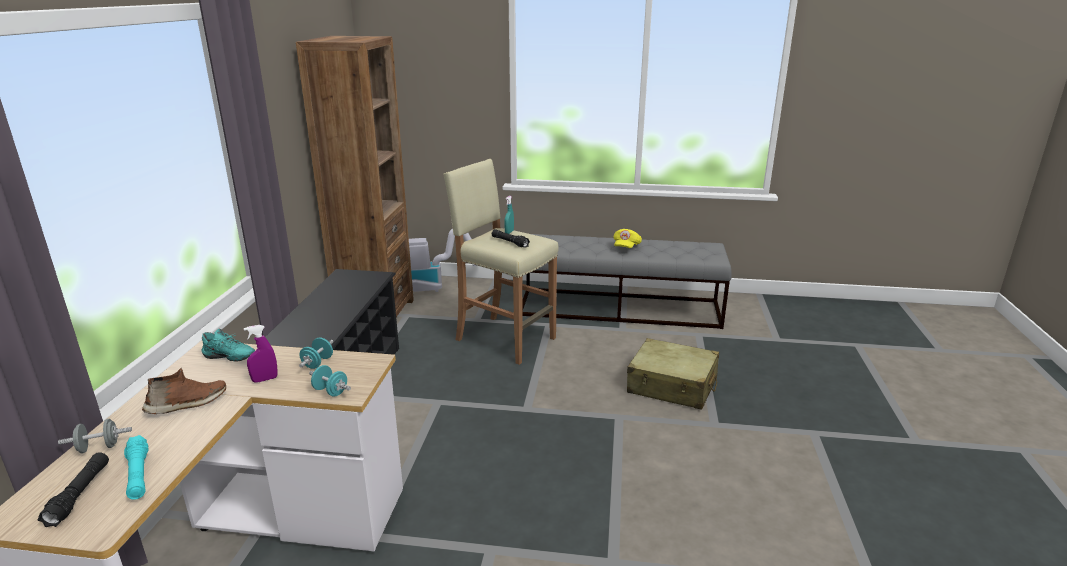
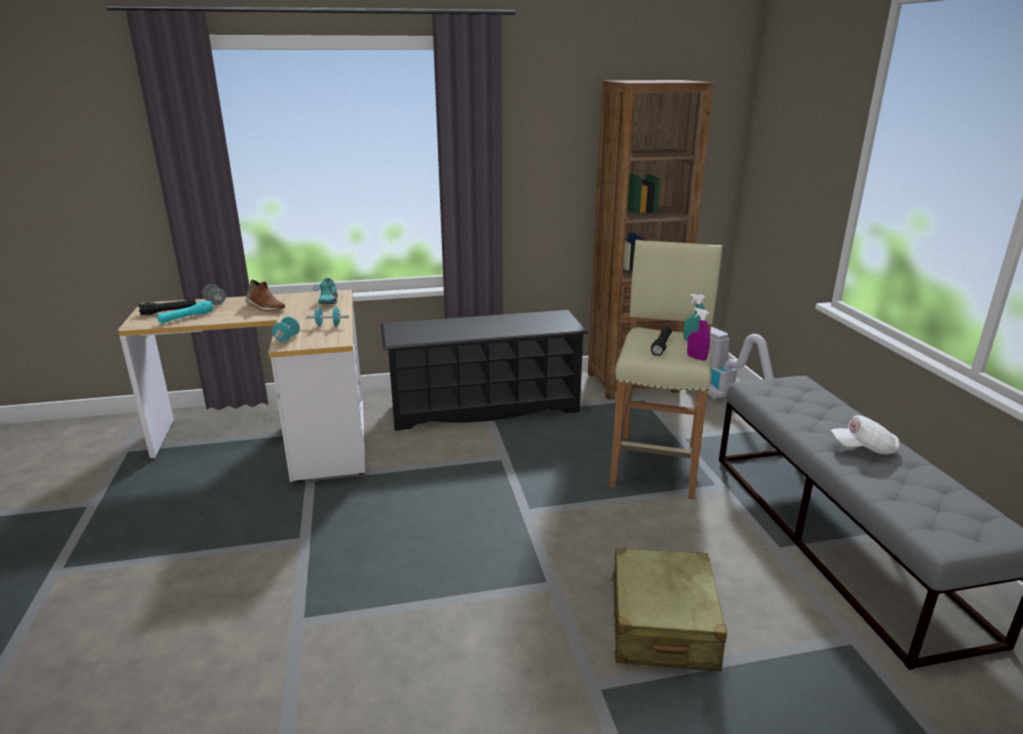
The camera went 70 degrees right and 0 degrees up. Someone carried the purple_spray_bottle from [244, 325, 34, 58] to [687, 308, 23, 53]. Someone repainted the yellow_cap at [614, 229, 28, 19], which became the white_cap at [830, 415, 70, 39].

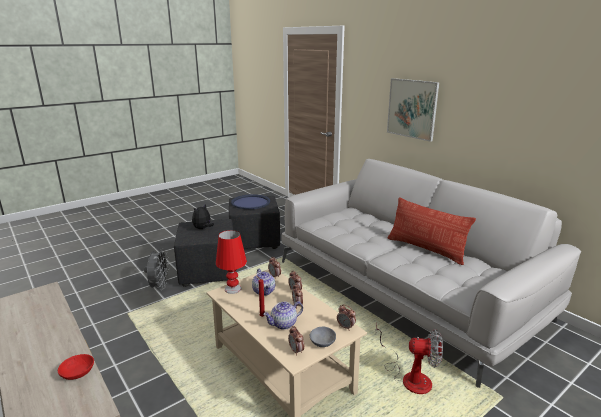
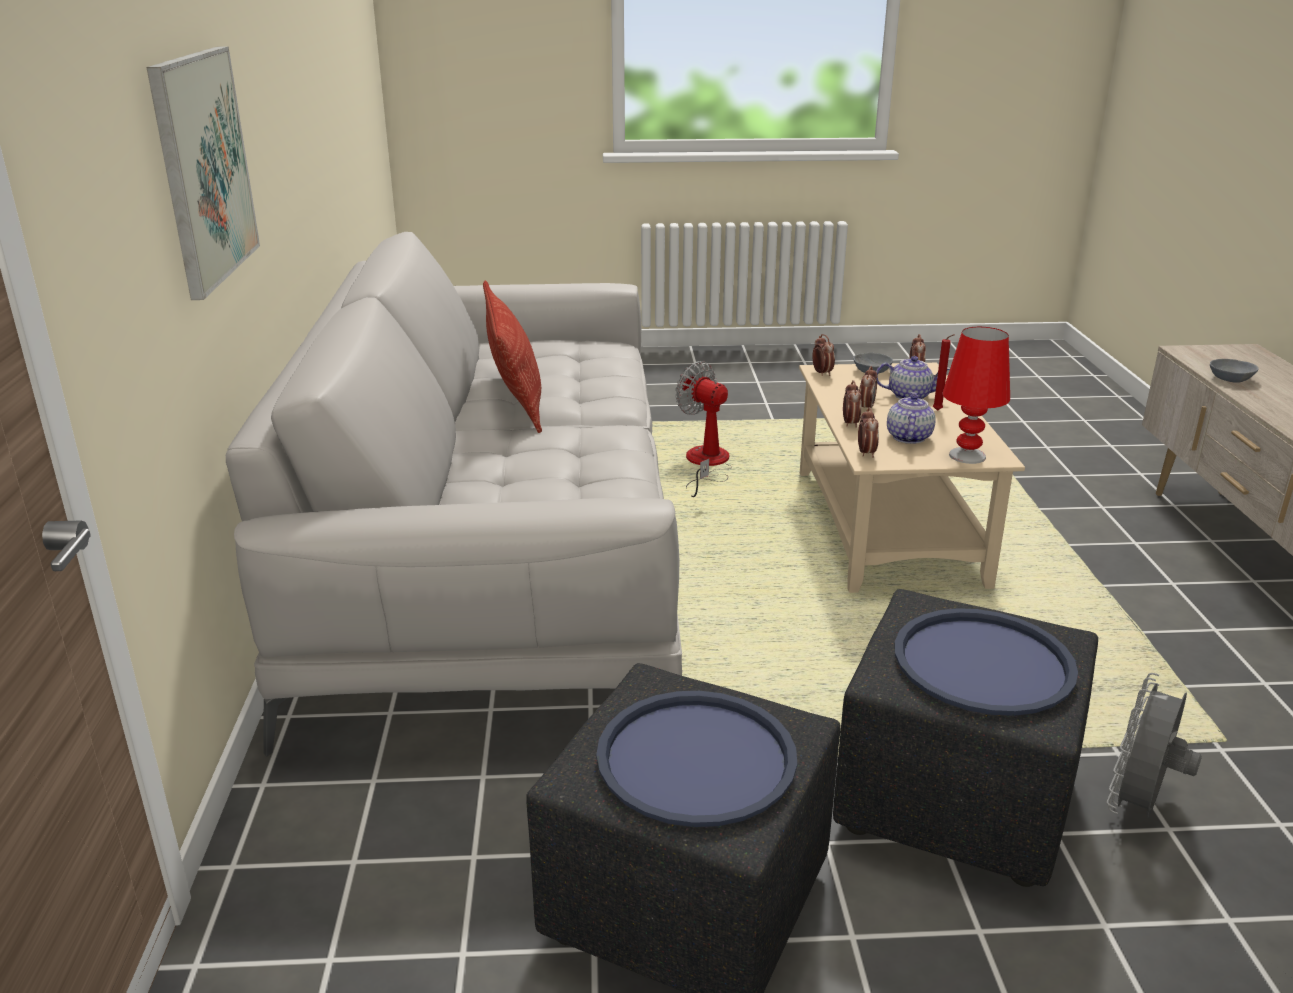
The camera went 145 degrees left and 5 degrees up. Someone repainted the red_bowl at [58, 354, 36, 26], which became the grey_bowl at [1210, 359, 49, 24]. Someone swapped the plush_toy at [192, 203, 22, 26] for the blue_tray at [895, 608, 183, 108].

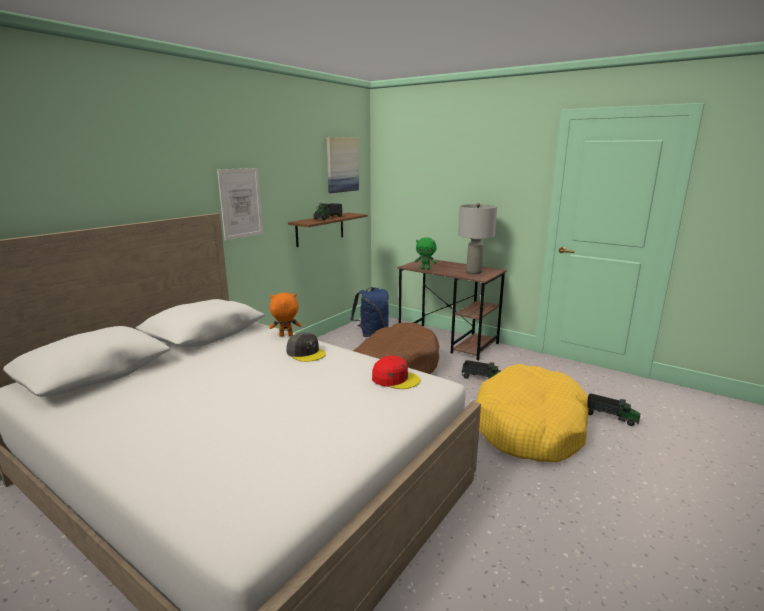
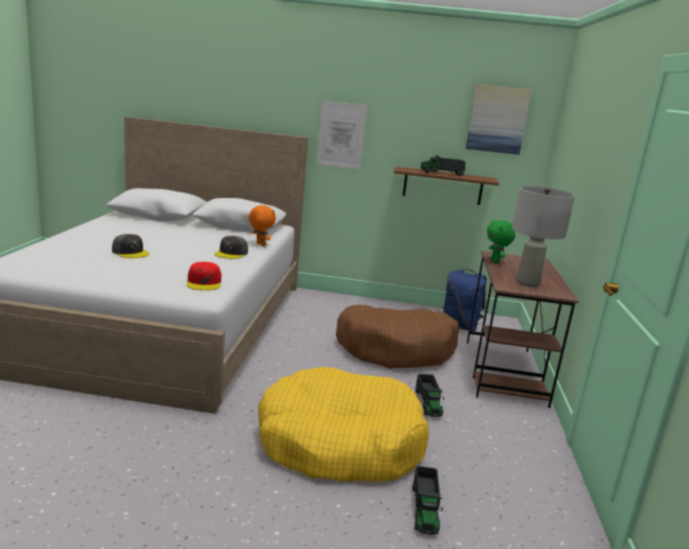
The camera went 60 degrees right and 0 degrees up. Someone put down the grey_cap at [112, 234, 37, 24].

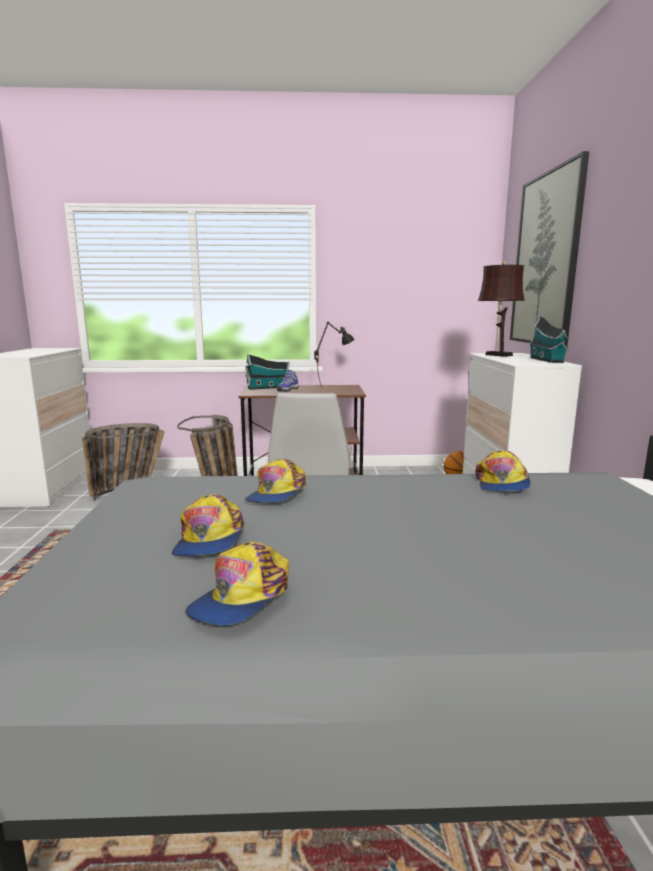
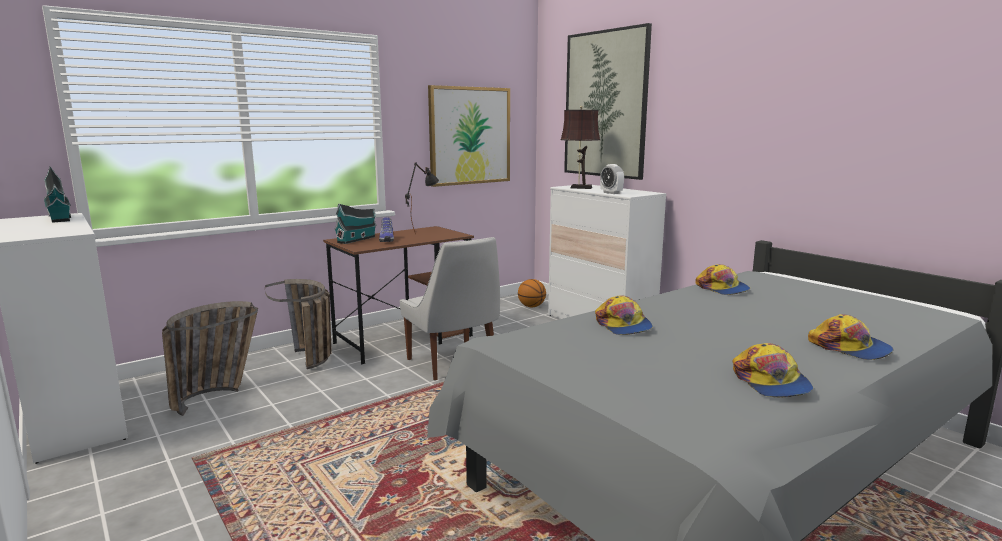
The camera went 35 degrees left and 0 degrees up. Someone carried the cap from [172, 494, 73, 63] to [808, 314, 85, 46]. Someone carried the toy_house from [529, 315, 40, 48] to [44, 166, 27, 57]. Someone put up the picture at [428, 85, 82, 102]. Someone put down the alarm_clock at [600, 164, 24, 30].

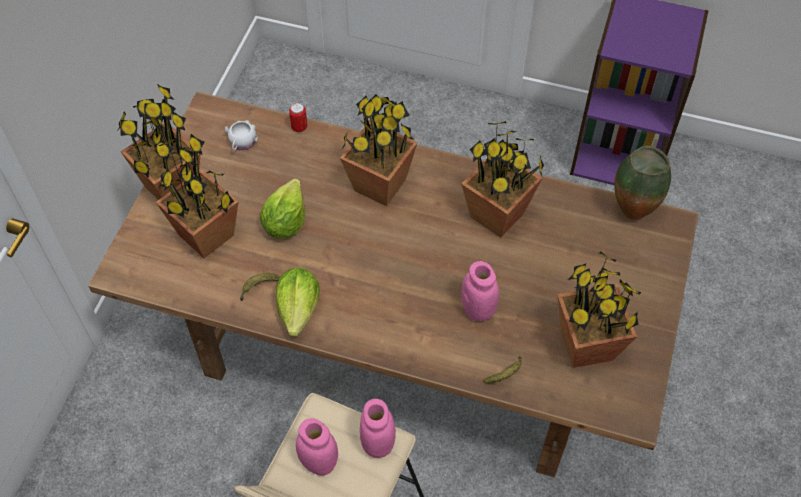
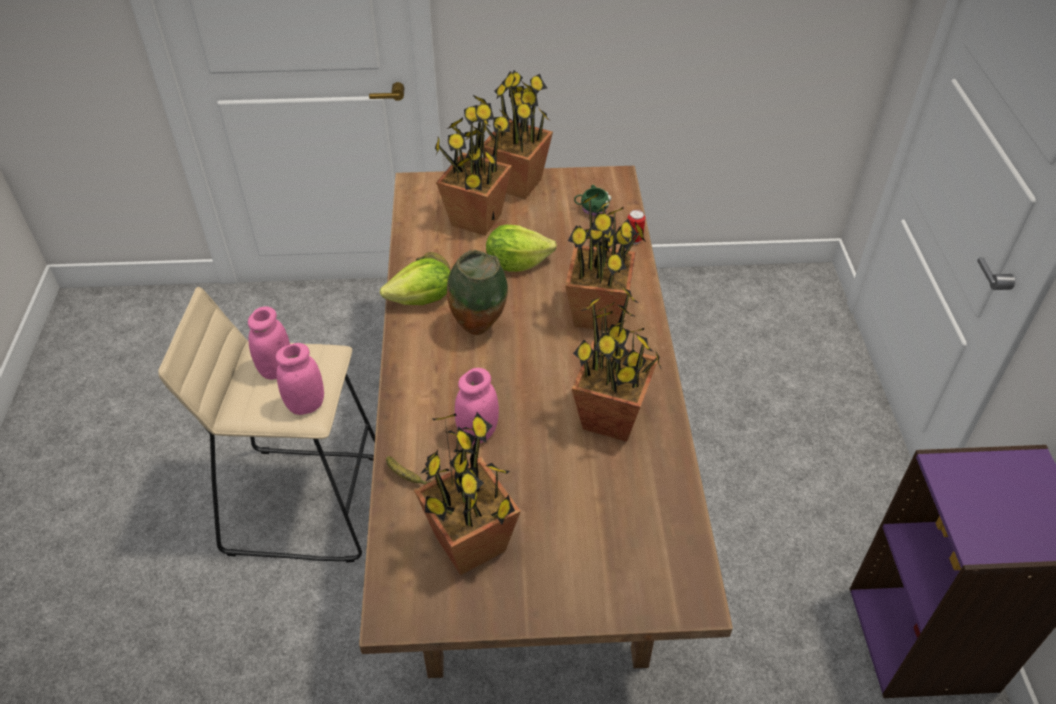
The camera went 70 degrees right and 10 degrees down. Someone repainted the white_mug at [225, 120, 33, 30], which became the green_mug at [574, 185, 38, 31]. Someone carried the vase from [614, 146, 57, 73] to [447, 250, 61, 85].

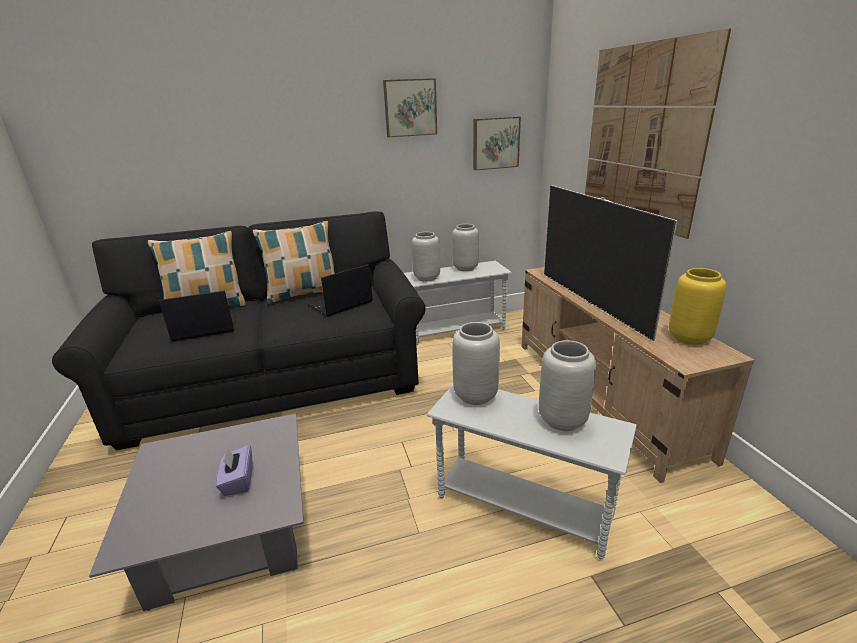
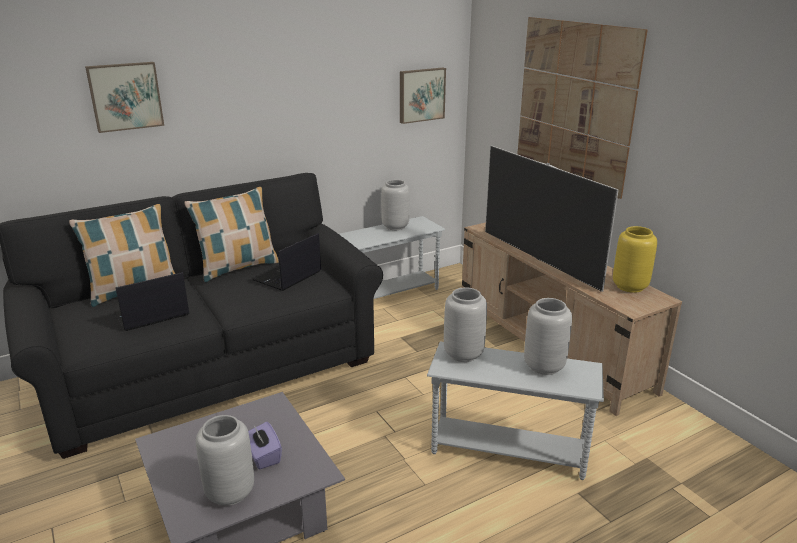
The camera went 15 degrees left and 0 degrees up. Someone carried the picture from [383, 78, 54, 59] to [85, 62, 79, 71]. Someone carried the grey_vase from [412, 232, 28, 49] to [196, 415, 58, 91].

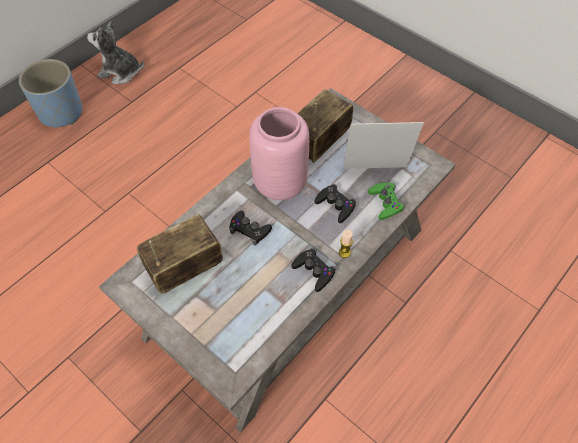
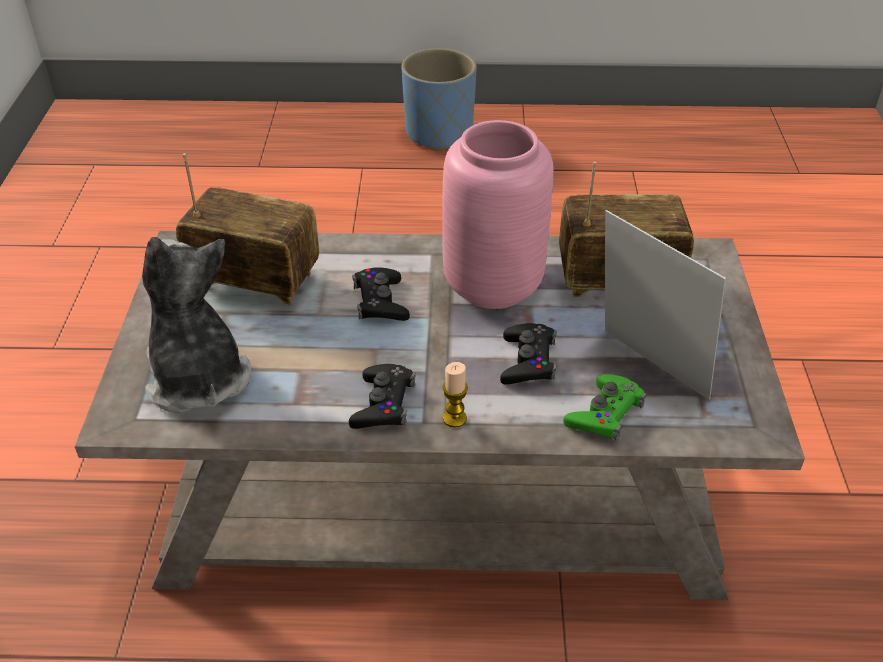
The camera went 50 degrees right and 15 degrees down. Someone carried the plush_toy from [87, 20, 57, 64] to [142, 237, 109, 177].

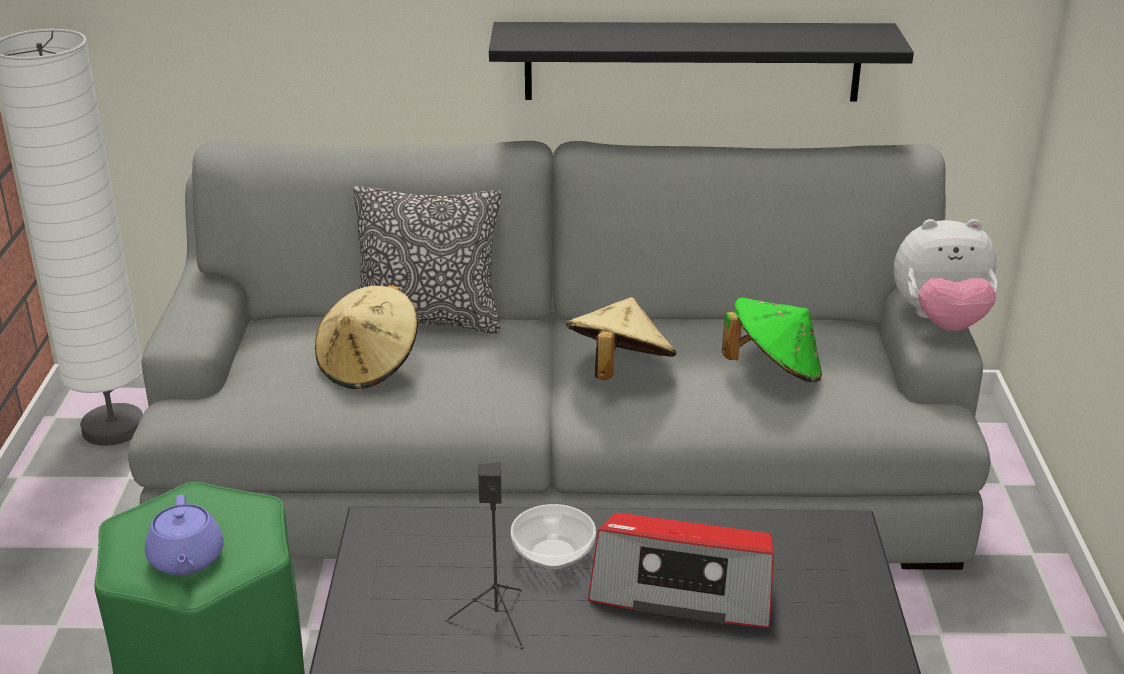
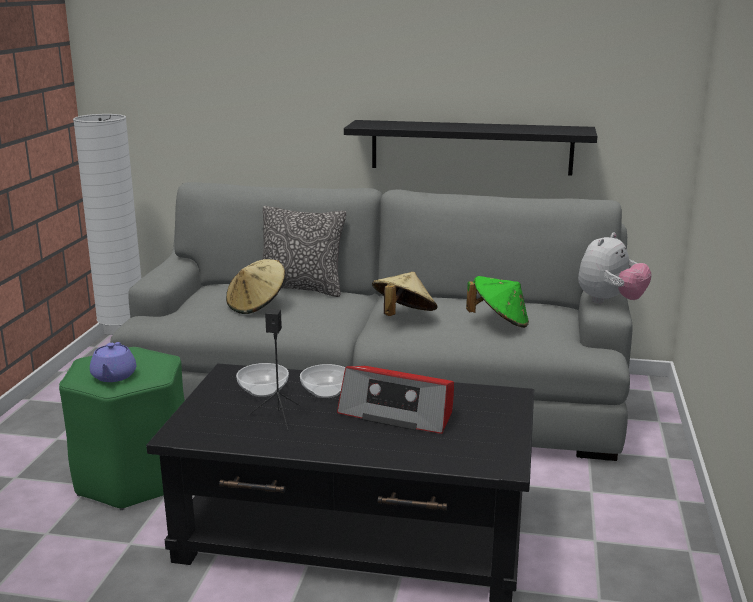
The camera went 10 degrees right and 10 degrees down. Someone rotated the plush_toy at [894, 219, 104, 112] by 60 degrees counterclockwise. Someone put down the bowl at [236, 363, 53, 34].

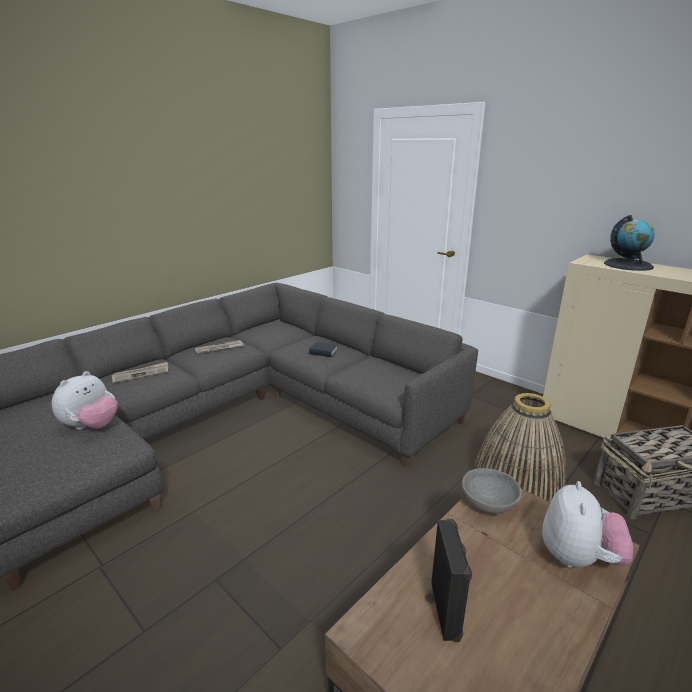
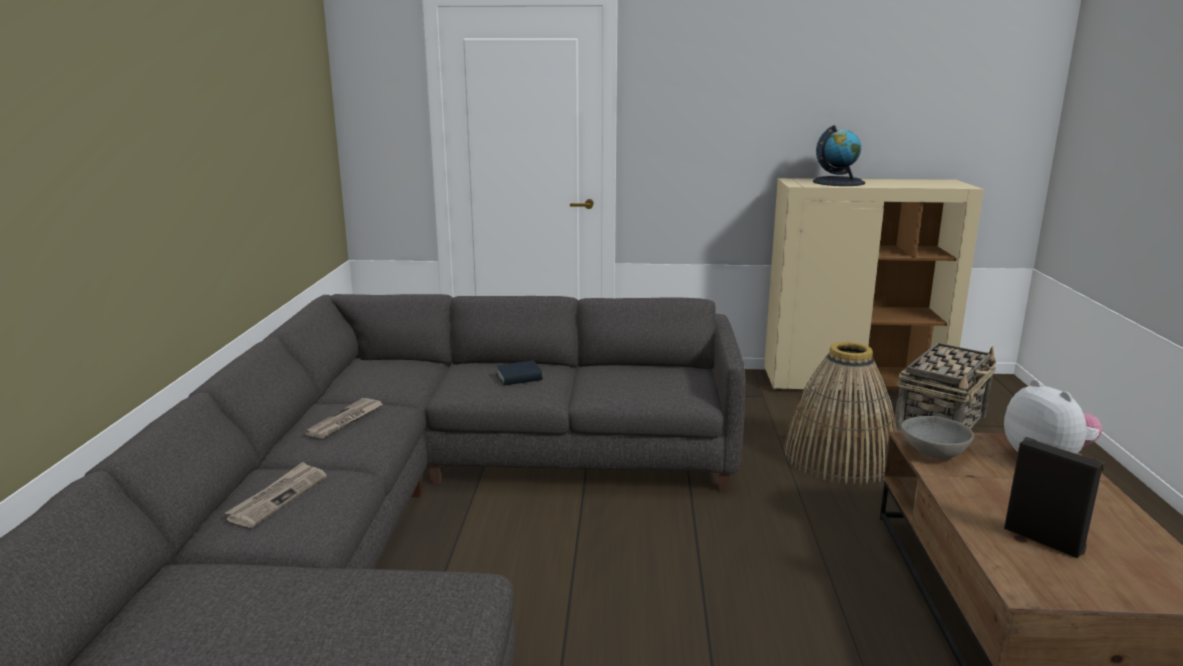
The camera went 40 degrees left and 5 degrees down. Someone took away the plush_toy at [51, 371, 67, 59].

